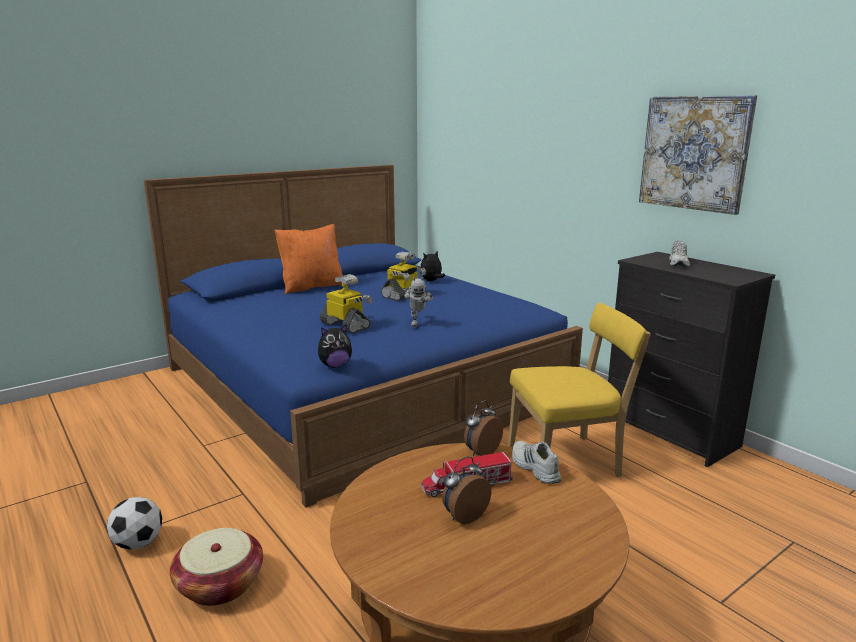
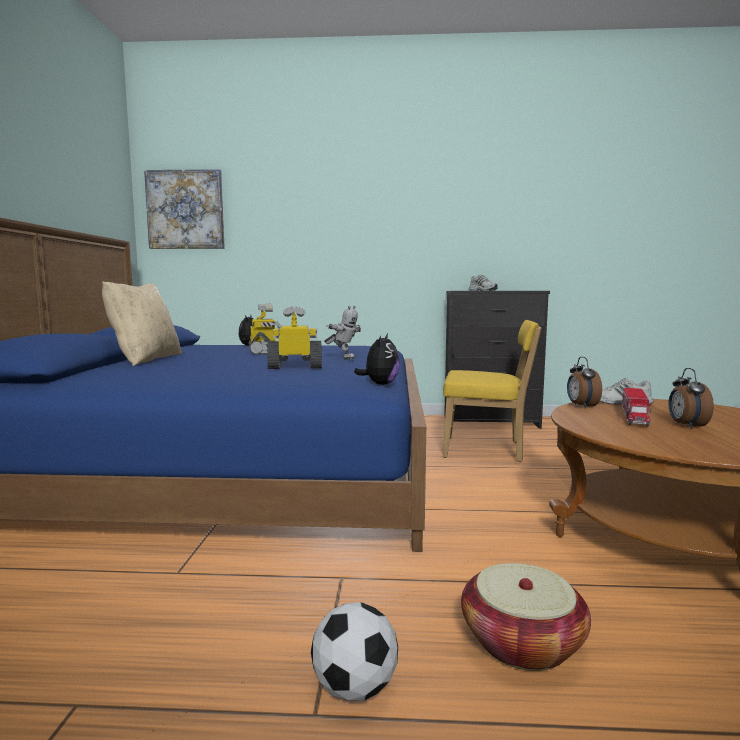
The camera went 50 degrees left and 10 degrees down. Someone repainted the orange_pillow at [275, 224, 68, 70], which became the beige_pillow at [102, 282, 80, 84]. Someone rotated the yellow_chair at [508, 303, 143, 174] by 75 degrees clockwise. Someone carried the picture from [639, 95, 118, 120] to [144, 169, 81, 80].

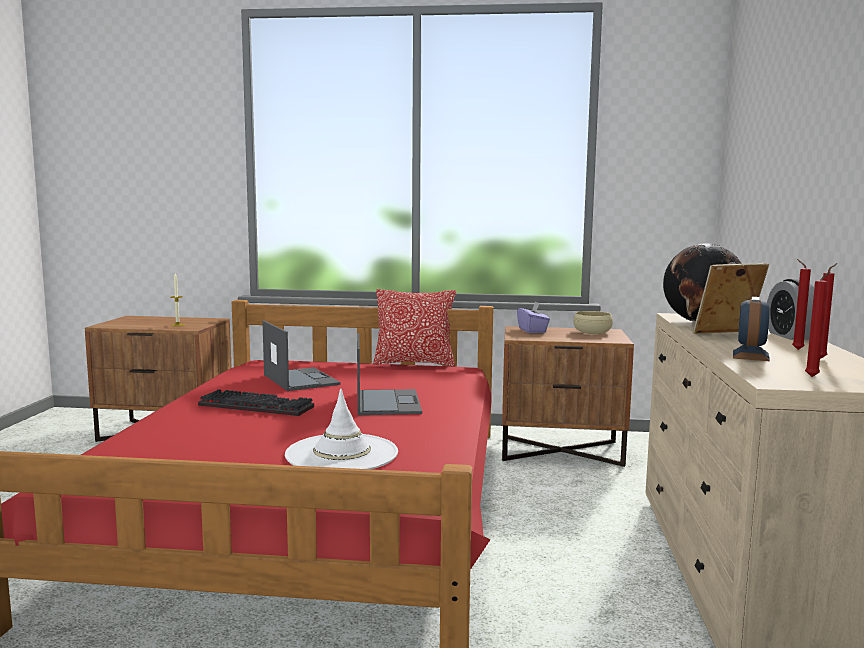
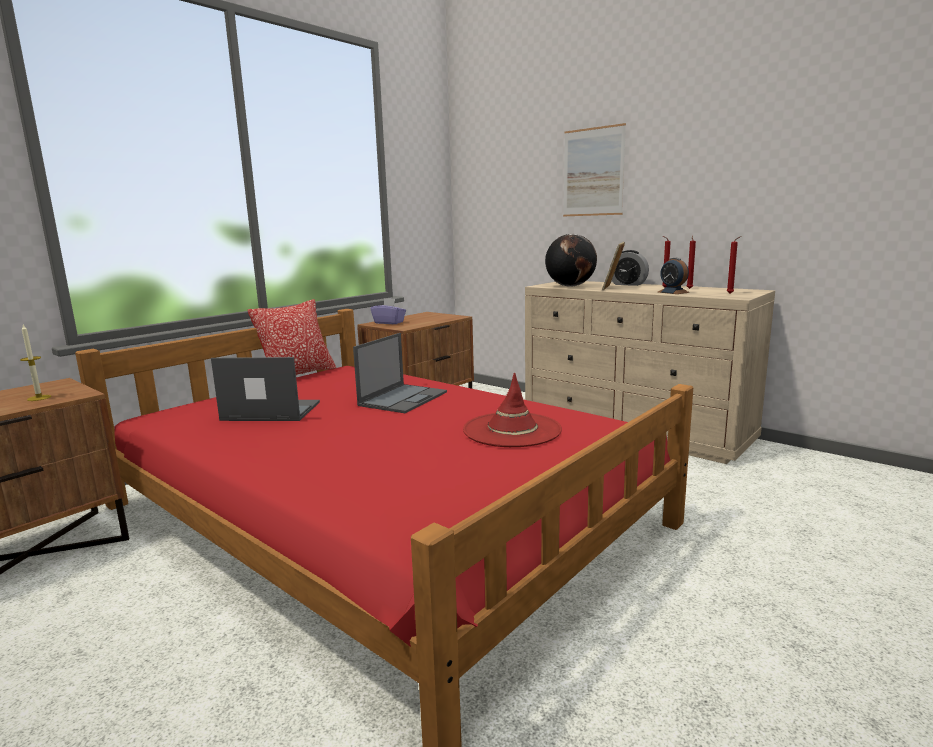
The camera went 55 degrees left and 5 degrees up. Someone took away the keyboard at [198, 389, 116, 27]. Someone repainted the white_hat at [285, 389, 113, 80], which became the red_hat at [463, 372, 99, 75]. Someone rotated the laptop at [357, 333, 65, 82] by 90 degrees clockwise. Someone took away the beige_bowl at [573, 311, 40, 23]. Someone put up the picture at [563, 123, 63, 93].

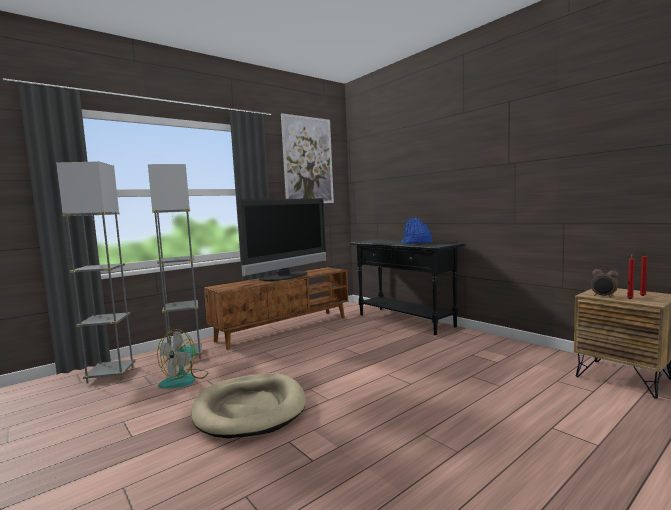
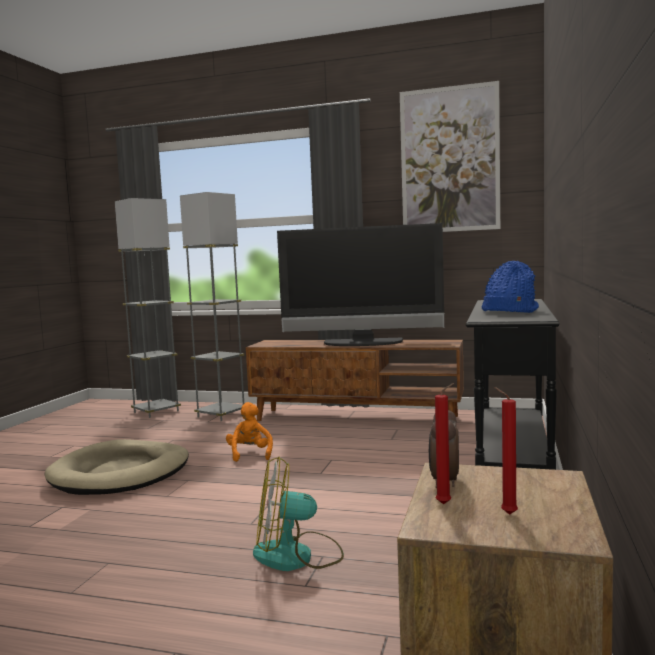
The camera went 55 degrees right and 0 degrees up. Someone carried the fan from [157, 329, 51, 60] to [253, 457, 91, 114]. Someone put down the orange_plush_toy at [226, 402, 47, 60].

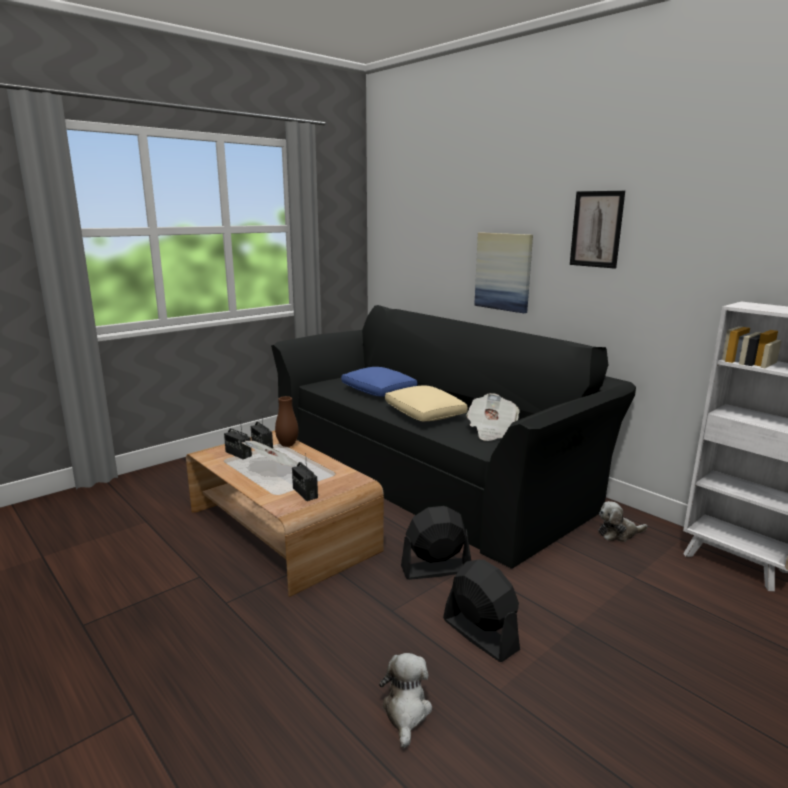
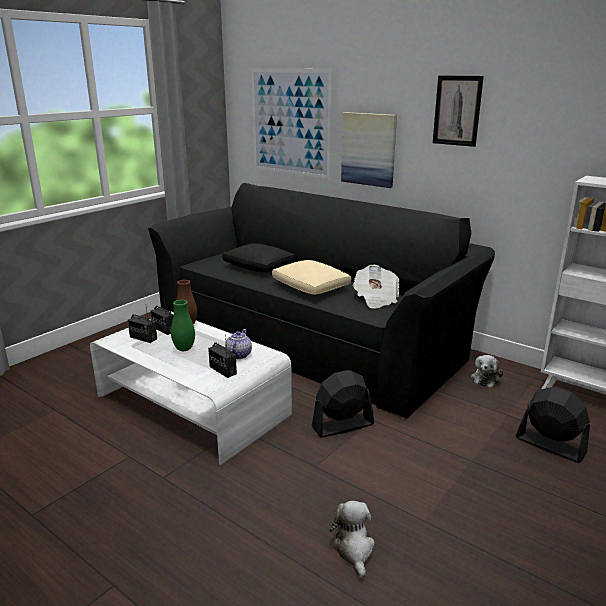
The camera went 10 degrees left and 5 degrees up. Someone repainted the brown_coffee_table at [186, 430, 198, 167], which became the white_coffee_table at [90, 311, 202, 154]. Someone swapped the newspaper at [241, 441, 60, 25] for the green_vase at [171, 300, 24, 51]. Someone repainted the blue_pillow at [341, 367, 76, 30], which became the black_pillow at [222, 243, 74, 29]. Someone carried the black_fan from [443, 560, 77, 102] to [516, 387, 74, 76]. Someone rotated the plush_toy at [598, 501, 50, 41] by 45 degrees counterclockwise. Someone put down the teapot at [225, 329, 27, 30]. Someone put up the picture at [251, 69, 82, 110].

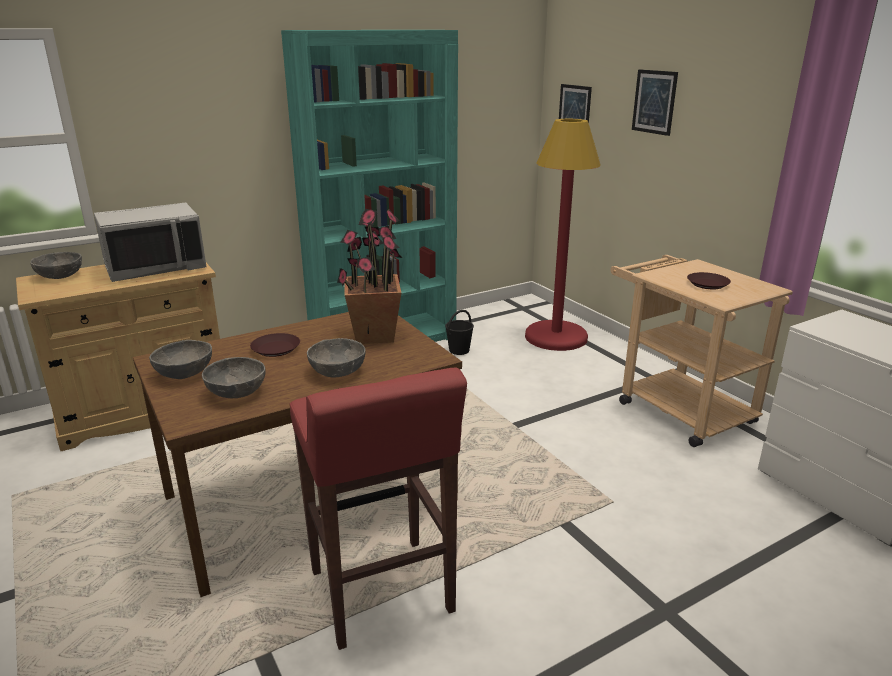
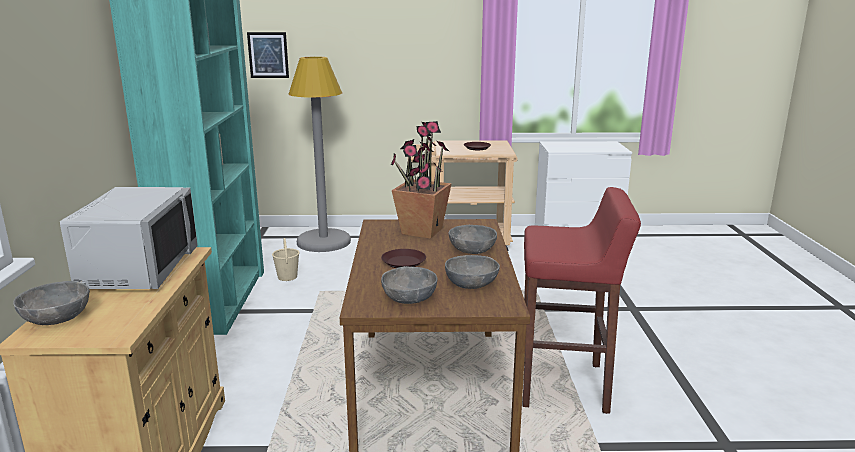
The camera went 60 degrees left and 5 degrees down. Someone repainted the black_bucket at [445, 310, 29, 45], which became the beige_bucket at [272, 238, 27, 43]. Someone repainted the red_floor_lamp at [525, 119, 76, 232], which became the grey_floor_lamp at [289, 56, 62, 196]. Someone took away the picture at [632, 69, 46, 67].

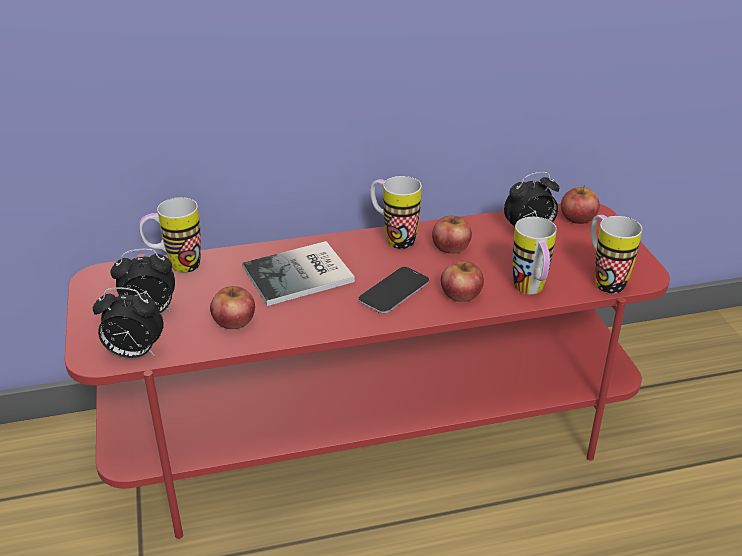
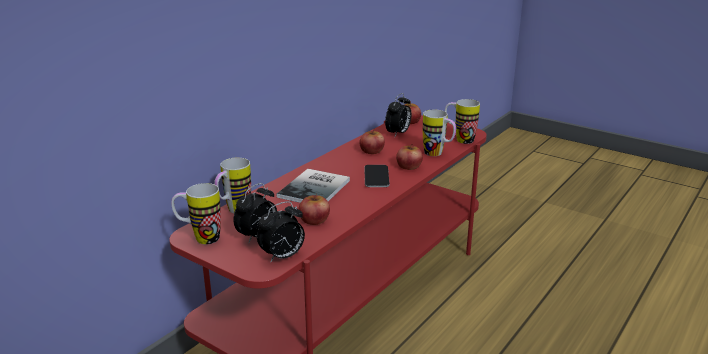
The camera went 40 degrees left and 10 degrees down. Someone carried the mug from [370, 176, 52, 73] to [171, 183, 50, 61].

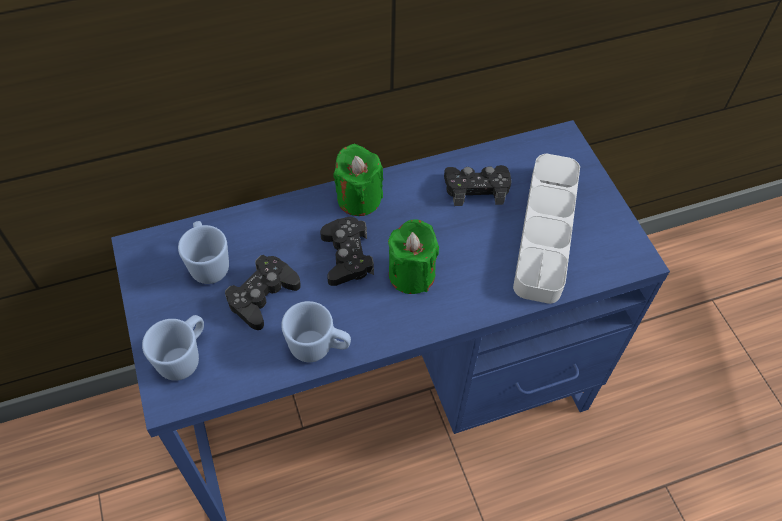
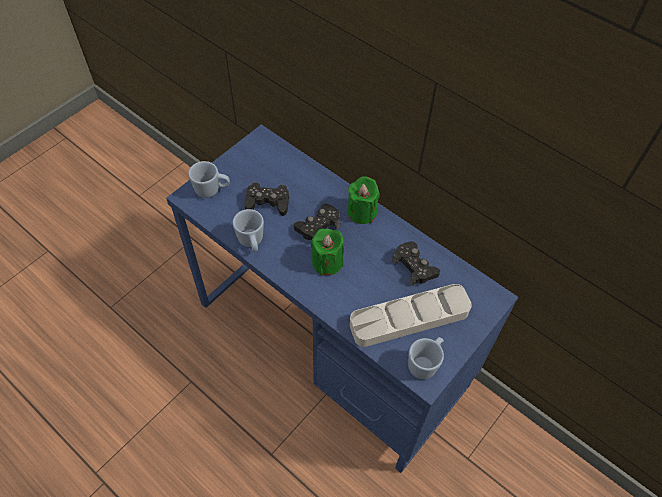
The camera went 60 degrees right and 0 degrees up. Someone carried the blue_mug from [178, 221, 51, 63] to [408, 337, 36, 42].

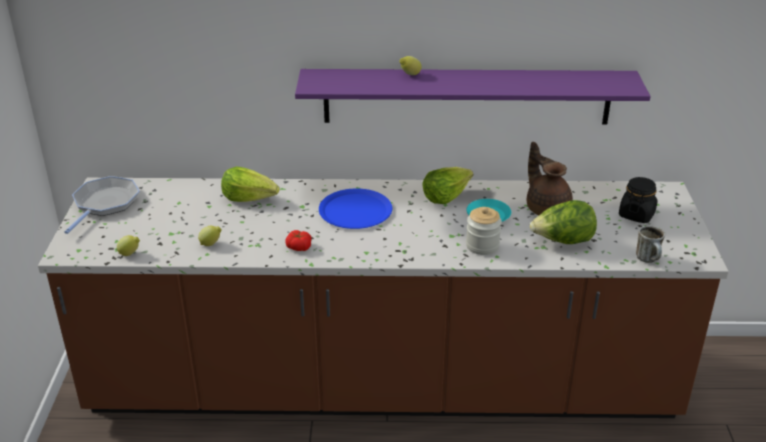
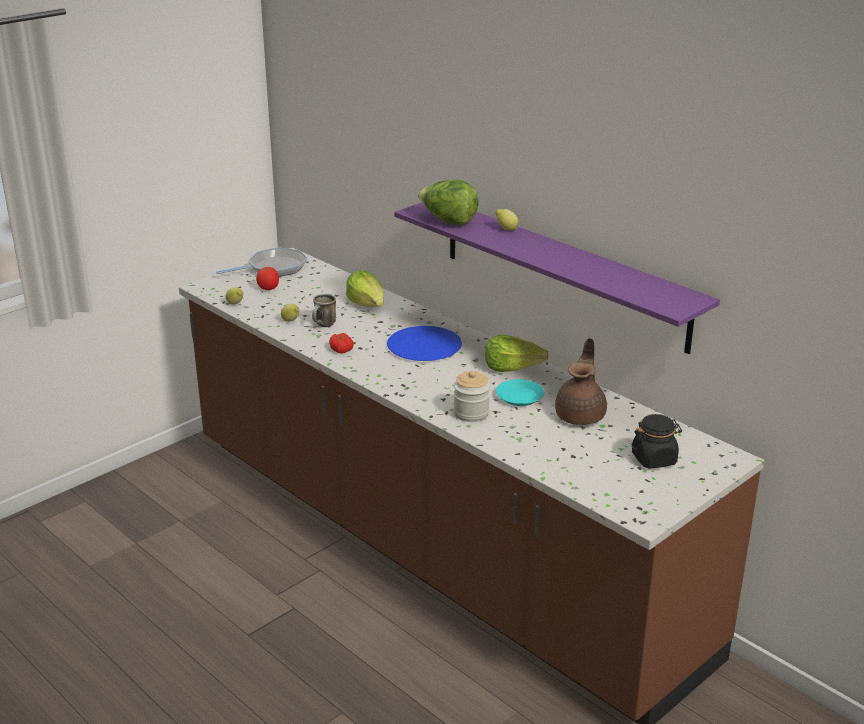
The camera went 45 degrees right and 5 degrees down. Someone carried the lettuce from [530, 200, 67, 44] to [418, 180, 61, 45]. Someone carried the mug from [636, 225, 29, 38] to [312, 294, 24, 33]. Someone put down the tomato at [256, 267, 23, 23].

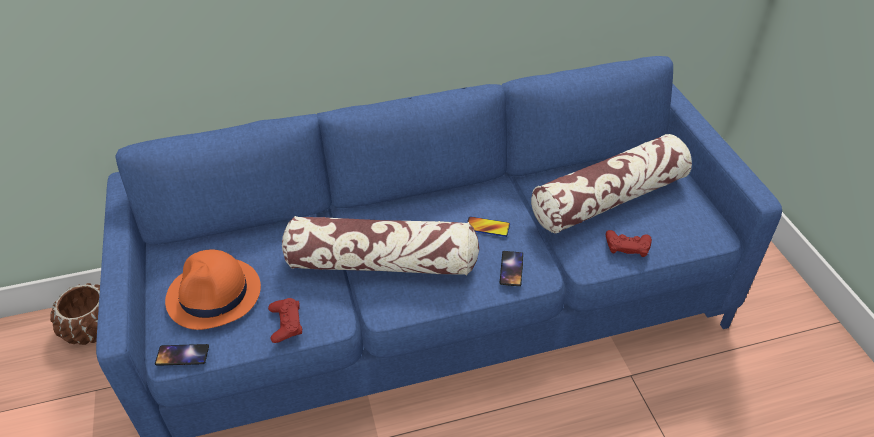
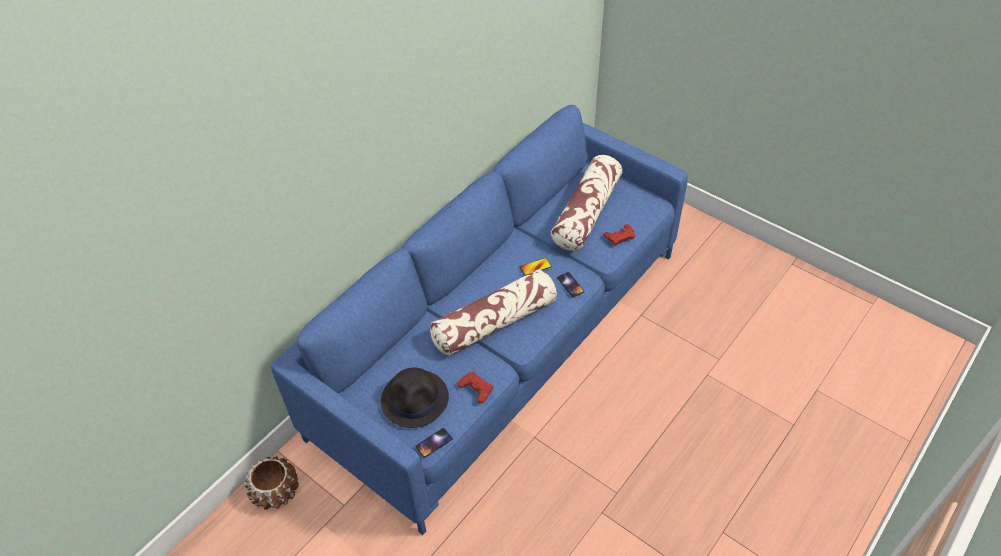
The camera went 35 degrees left and 5 degrees up. Someone repainted the orange_hat at [165, 249, 96, 81], which became the black_hat at [381, 368, 68, 60].

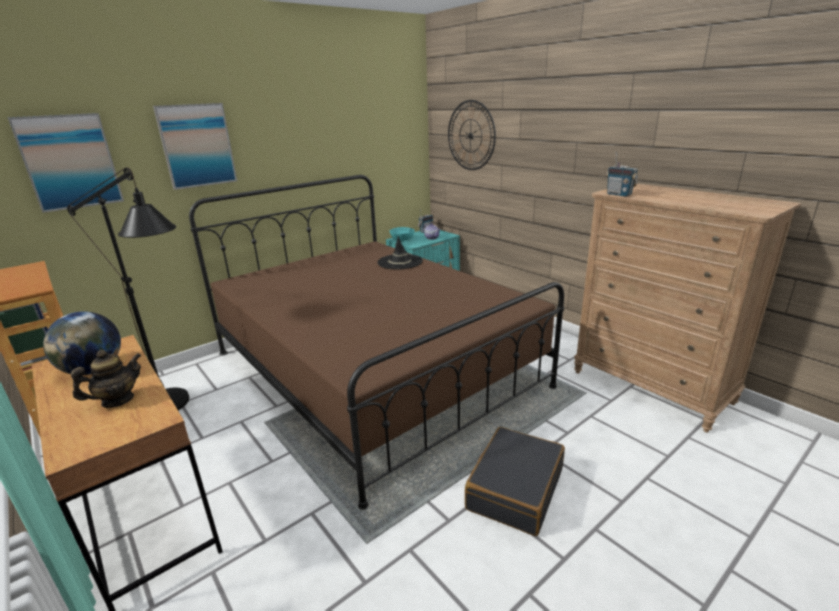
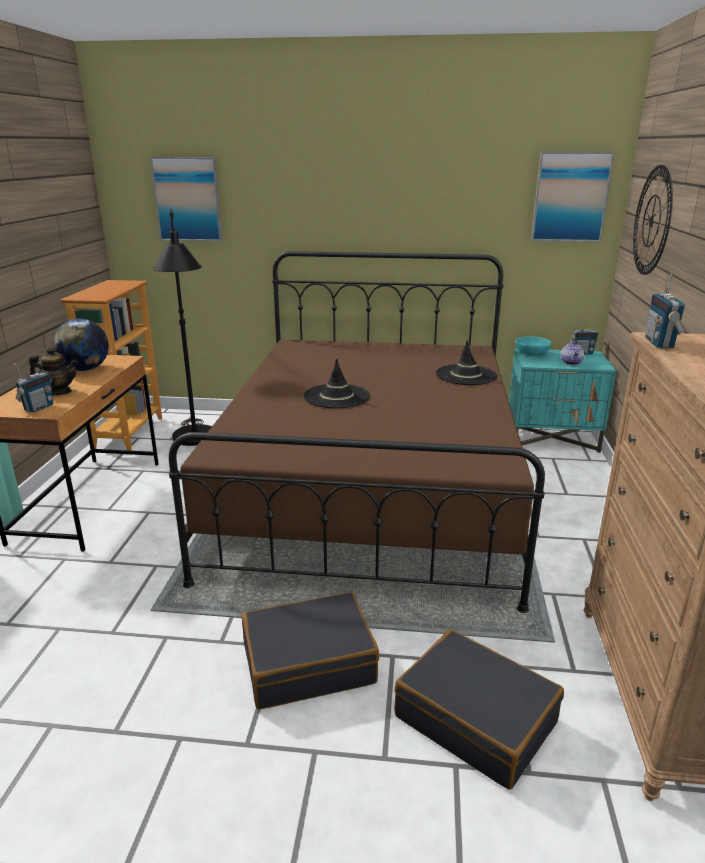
The camera went 45 degrees right and 0 degrees up. Someone carried the picture from [153, 103, 84, 87] to [531, 152, 84, 90]. Someone put down the radio at [15, 363, 38, 49]. Someone put down the black_hat at [304, 359, 66, 49]. Someone put down the black_suitcase at [394, 629, 170, 161].

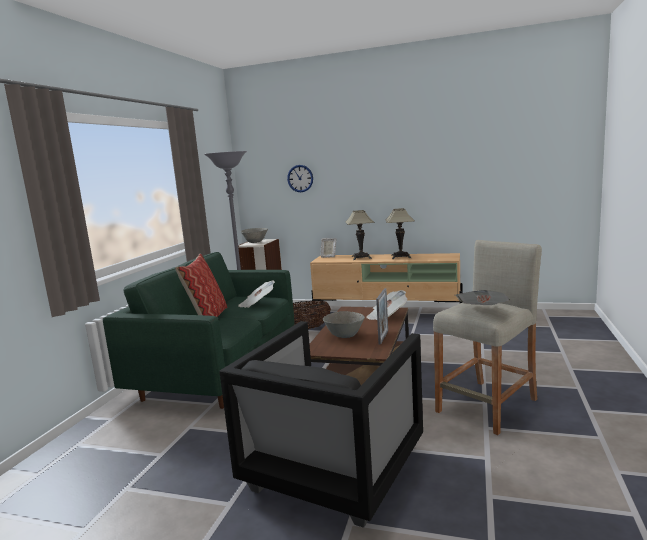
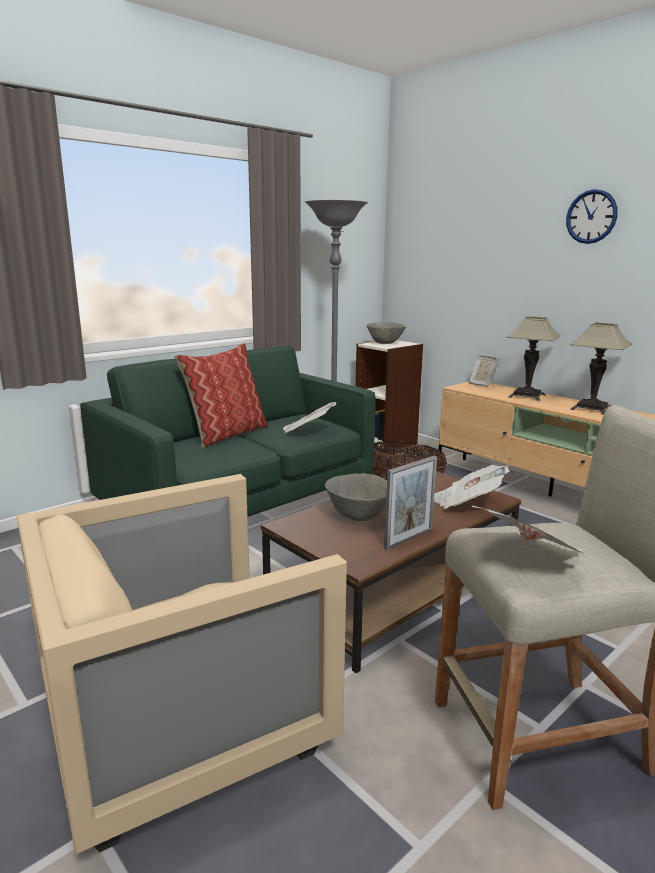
The camera went 30 degrees right and 5 degrees up. Someone repainted the black_armchair at [219, 321, 204, 207], which became the beige_armchair at [17, 474, 330, 380]. Someone carried the wall_clock from [287, 165, 26, 27] to [566, 189, 52, 55].

